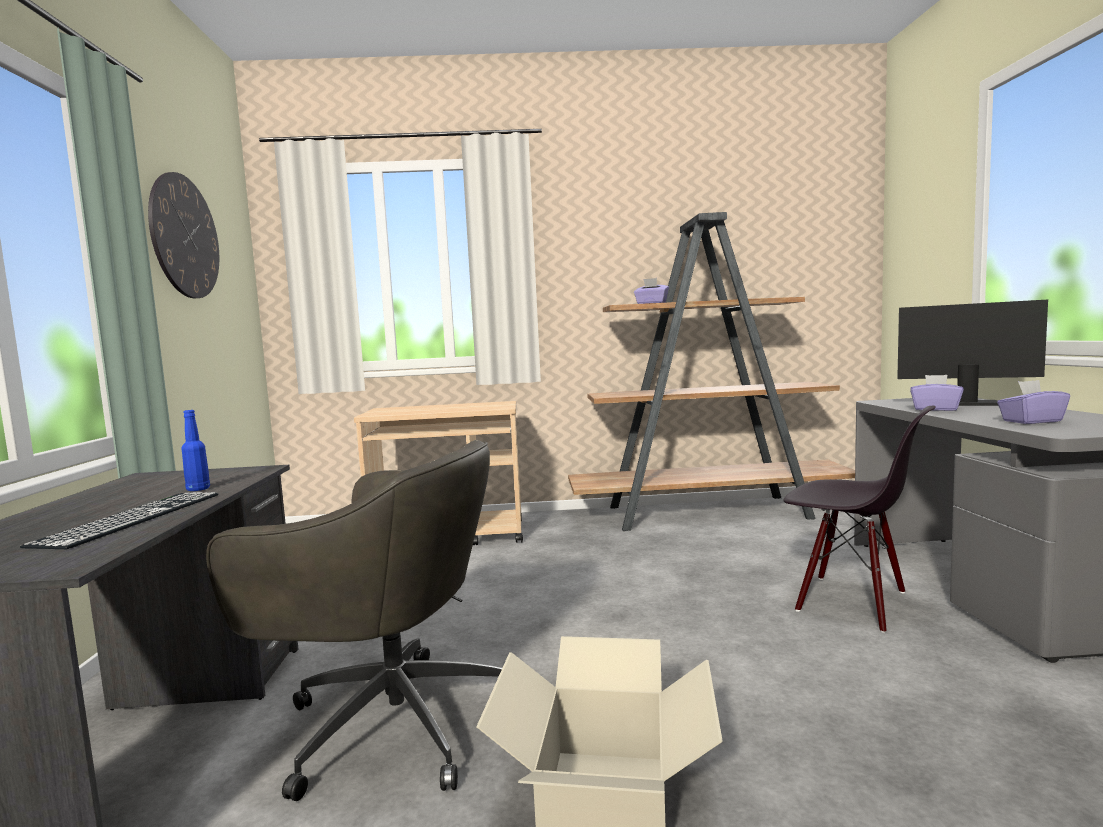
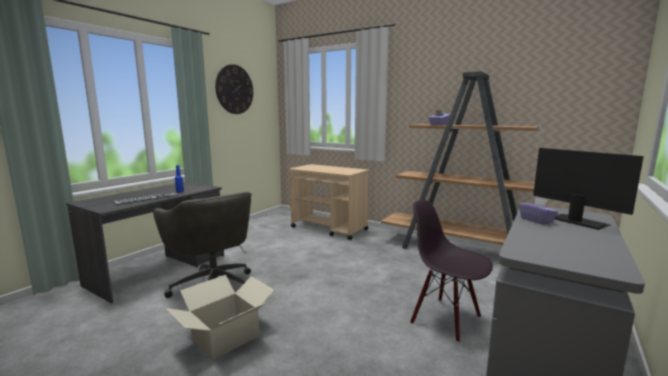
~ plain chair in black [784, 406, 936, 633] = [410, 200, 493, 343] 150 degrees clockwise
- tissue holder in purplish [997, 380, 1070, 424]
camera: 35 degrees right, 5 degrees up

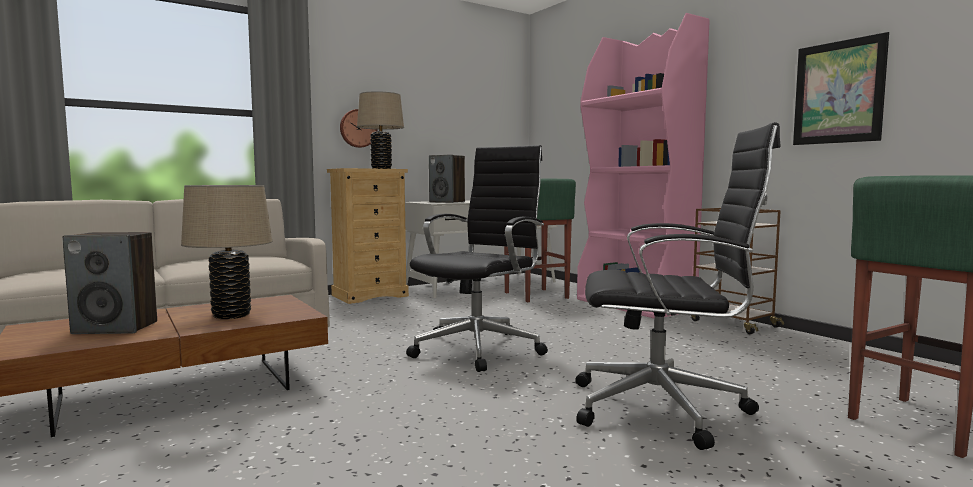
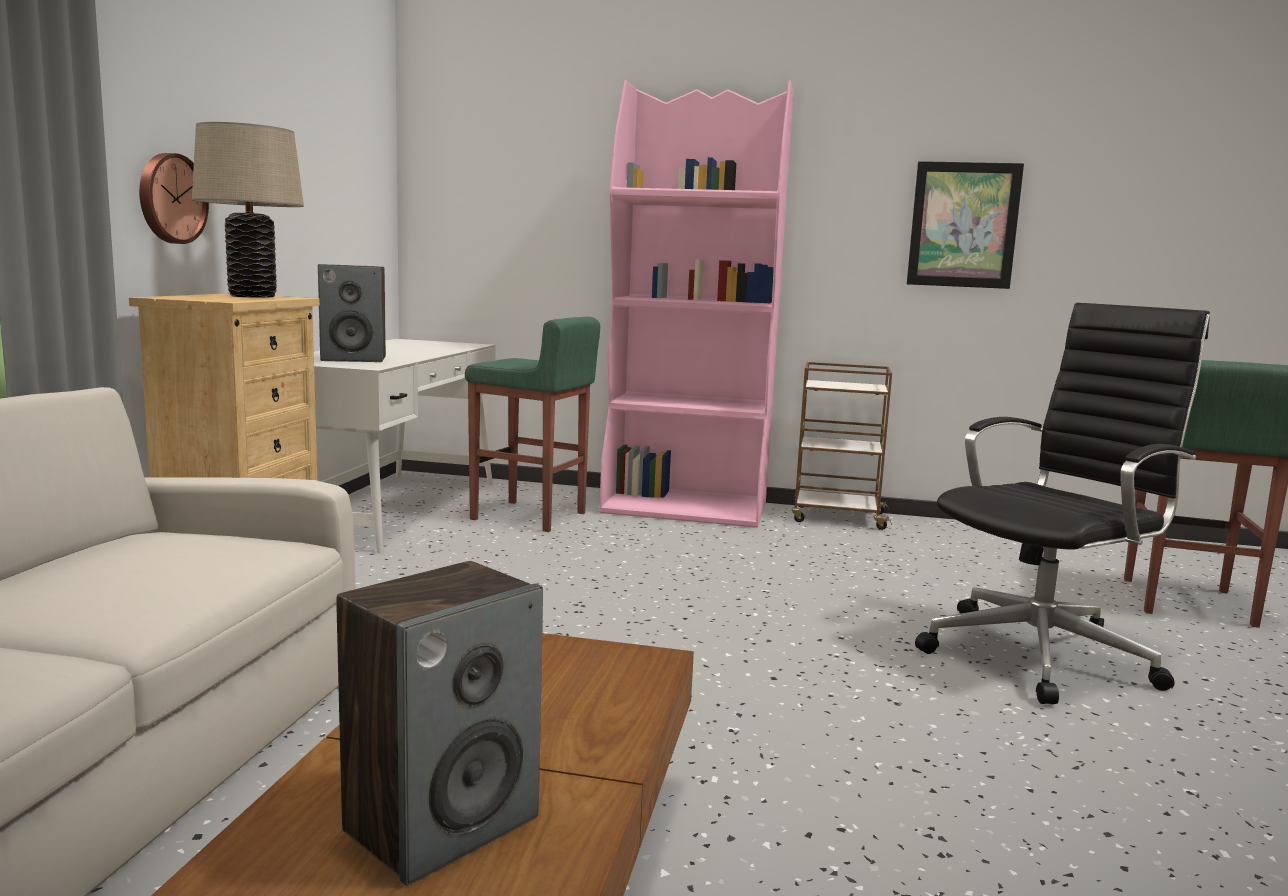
- table lamp in sand-coloured [181, 185, 272, 319]
- computer chair in black [406, 145, 548, 372]
camera: 45 degrees left, 5 degrees up

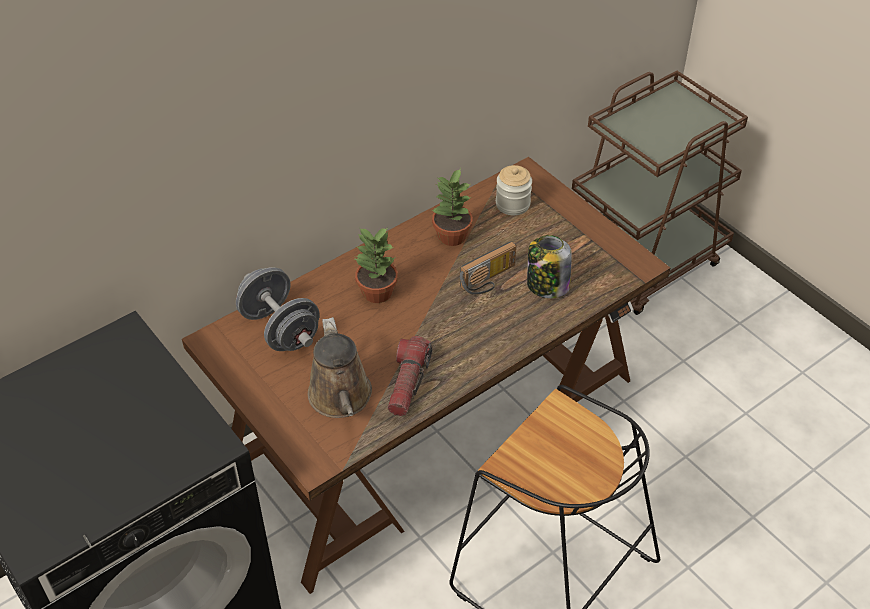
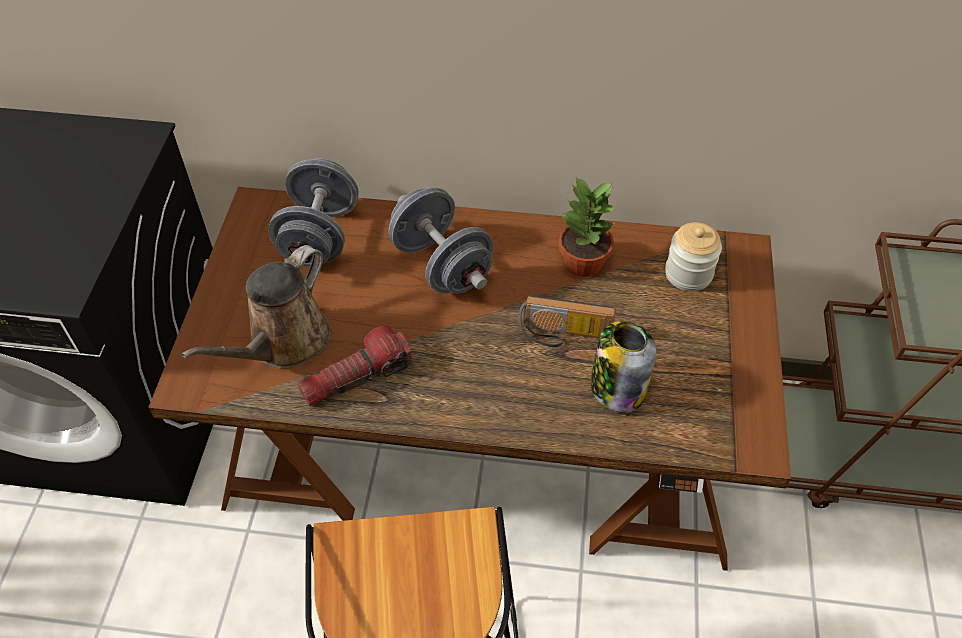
~ plant in a pot [354, 228, 398, 303] to hand weight in greyish [389, 188, 493, 293]
camera: 45 degrees right, 5 degrees up

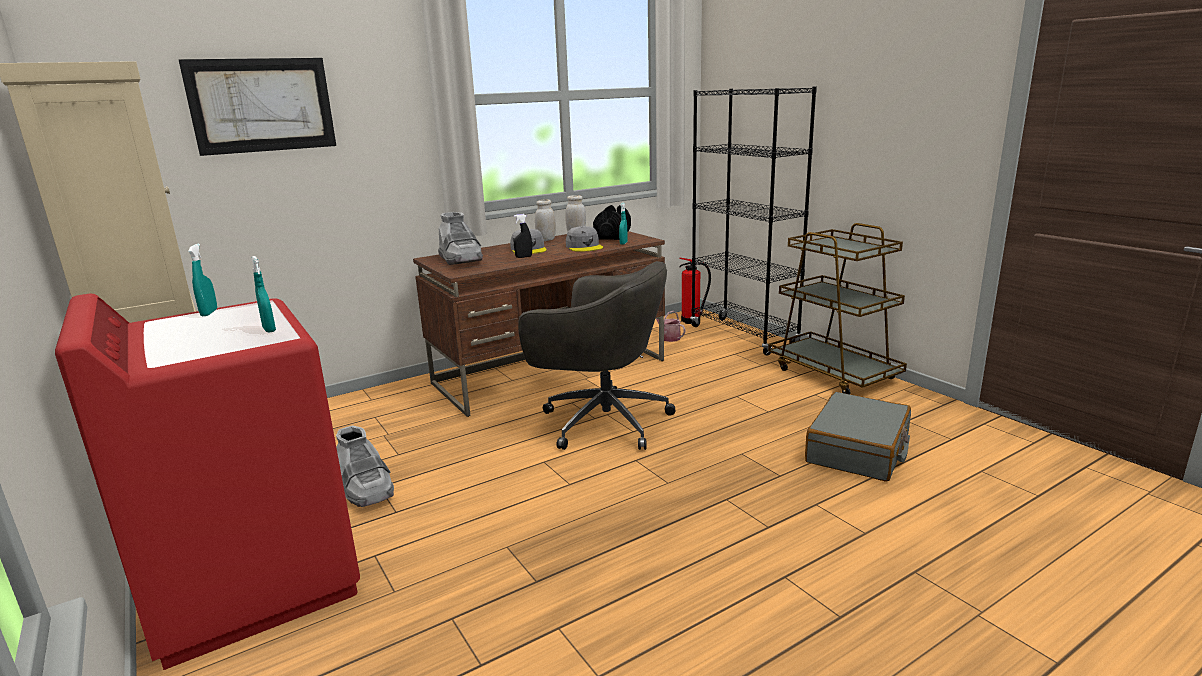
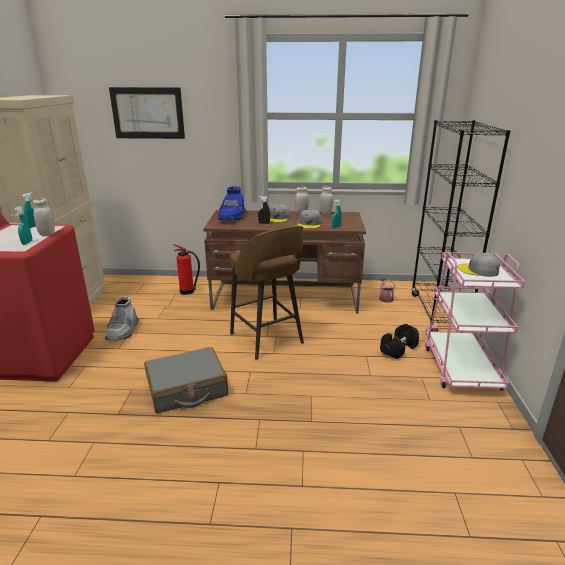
~ boot in greyish [438, 212, 483, 265] to boot in blue [218, 186, 245, 221]
~ computer chair in greyish [518, 261, 676, 450] to sitting stool in brownish [230, 226, 304, 360]
~ hand weight in black [593, 205, 631, 240] to [380, 324, 419, 359]
~ fire-fighting cylinder [679, 258, 711, 324] to [173, 244, 200, 295]
~ trolley in brownish [768, 223, 907, 394] to trolley in pink [425, 252, 525, 390]
~ piece of luggage in greyish [805, 392, 911, 482] to [144, 347, 228, 413]
+ preserve jar in whitish [33, 198, 55, 236]
+ peaked cap in greyish [458, 253, 500, 277]
camera: 35 degrees right, 5 degrees up

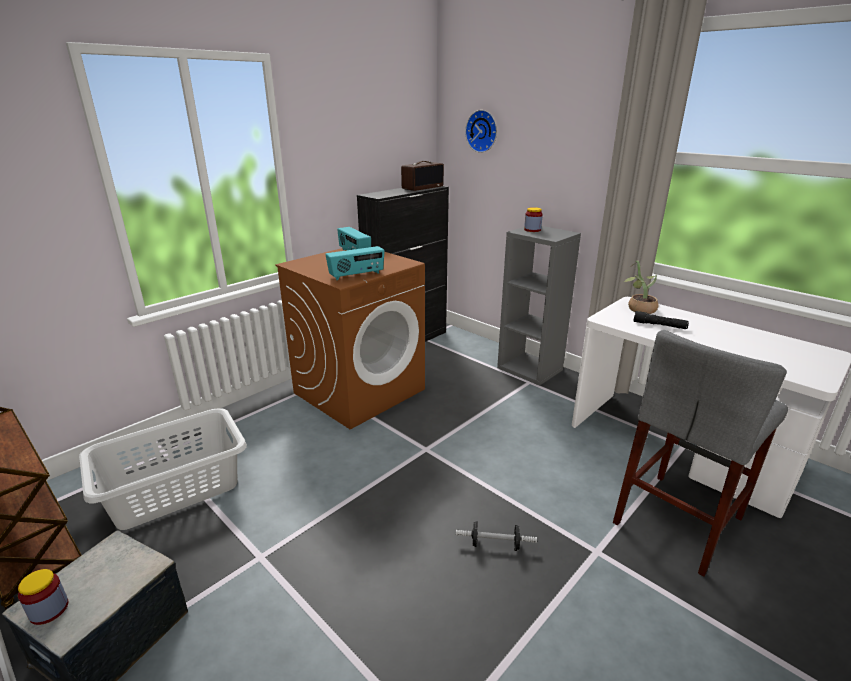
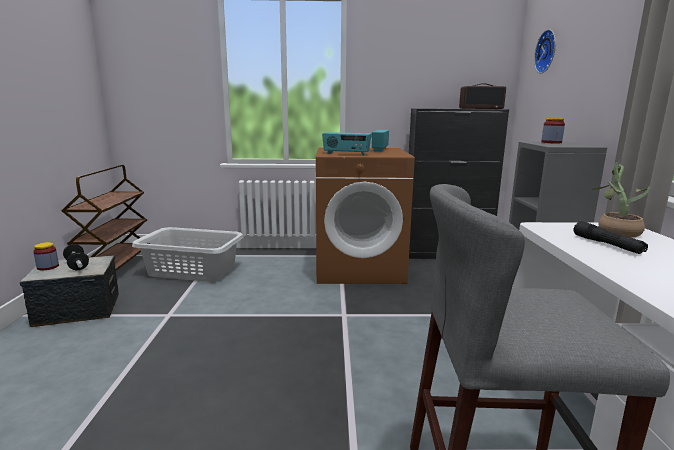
~ hand weight [456, 521, 537, 551] to [63, 244, 89, 270]
camera: 45 degrees right, 10 degrees down

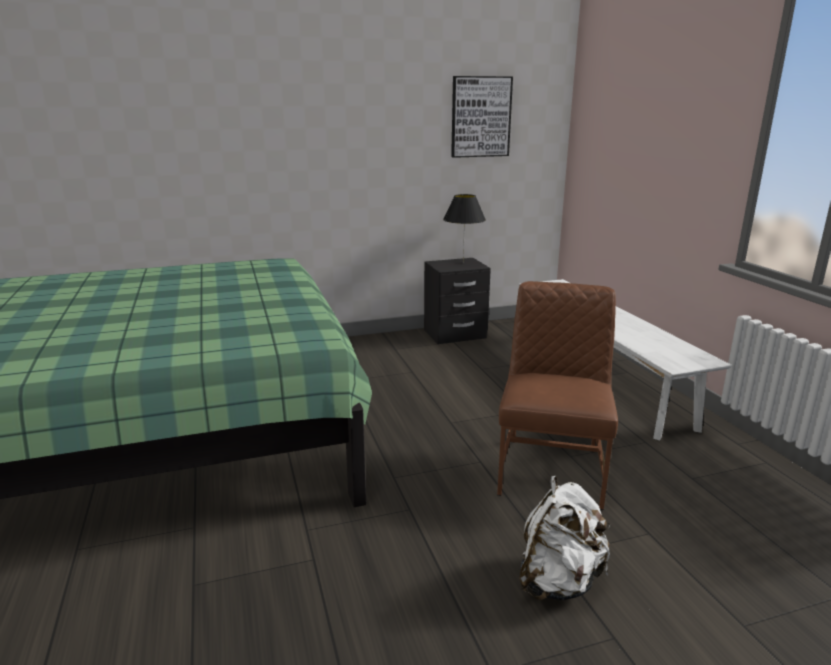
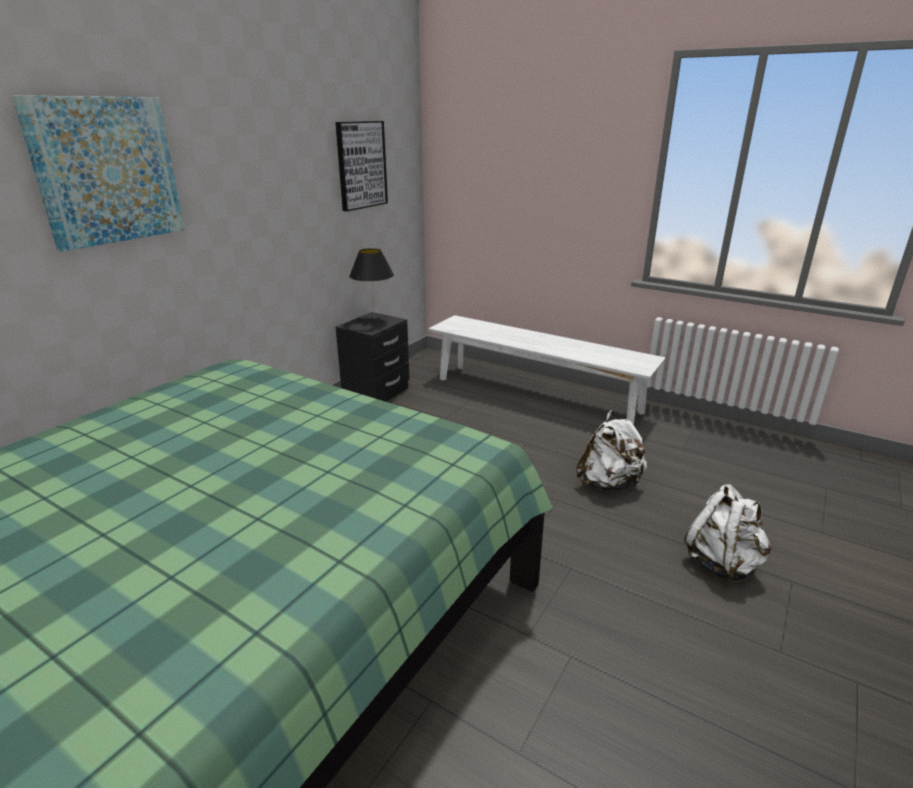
~ plain chair in brownish [497, 281, 618, 510] to knapsack in whitish [576, 410, 647, 491]
+ wall art [12, 95, 185, 252]
camera: 40 degrees left, 5 degrees up

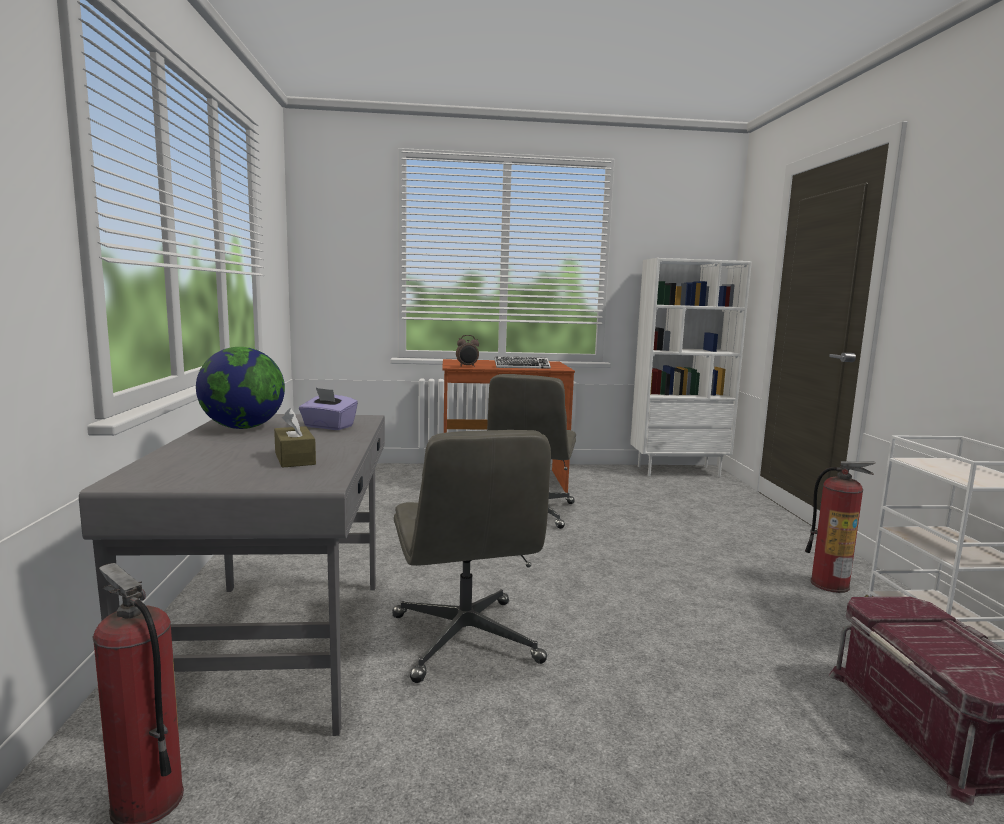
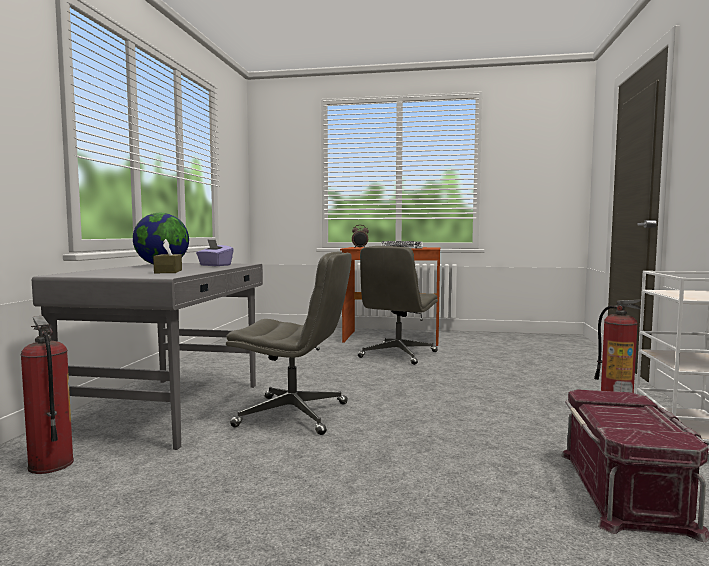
~ computer chair in greyish [392, 430, 551, 683] = [226, 252, 352, 435] 75 degrees counterclockwise
- bookshelf in whitish [630, 258, 752, 477]
camera: 15 degrees right, 5 degrees down

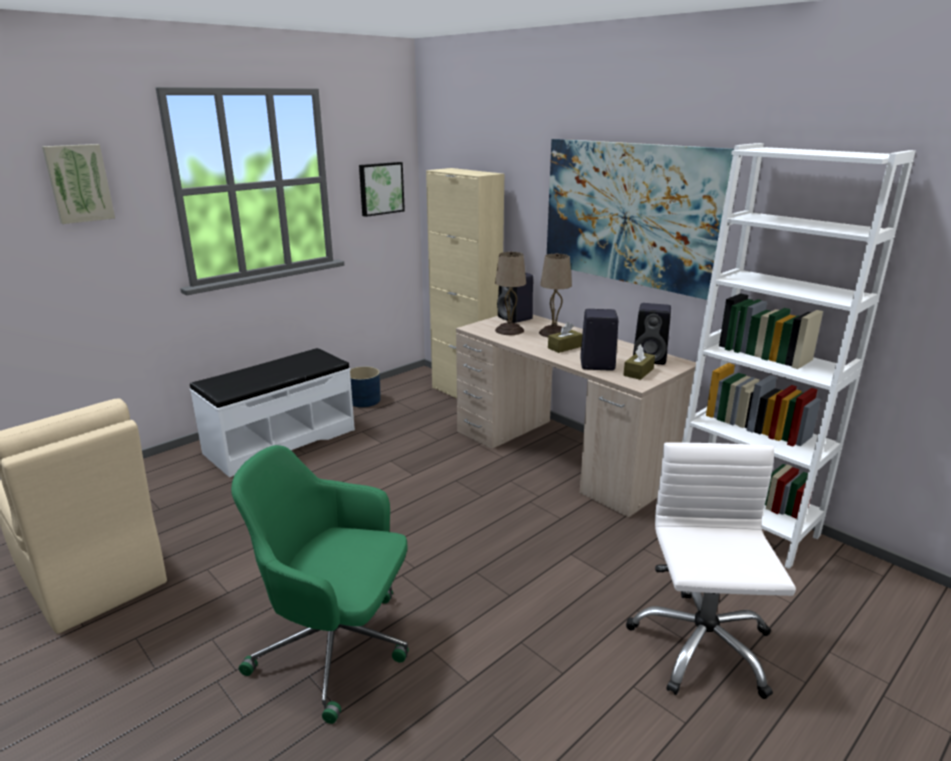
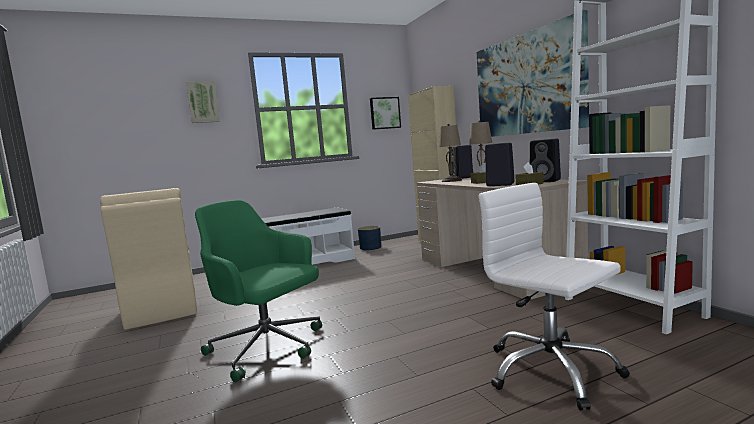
~ computer chair in whitish [626, 442, 796, 699] = [479, 183, 630, 411] 60 degrees counterclockwise
camera: 20 degrees right, 15 degrees down

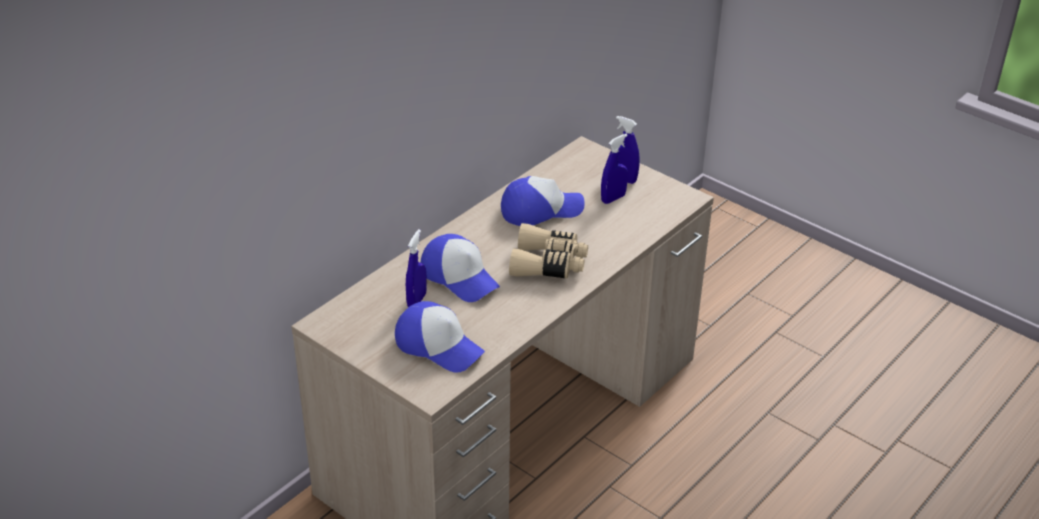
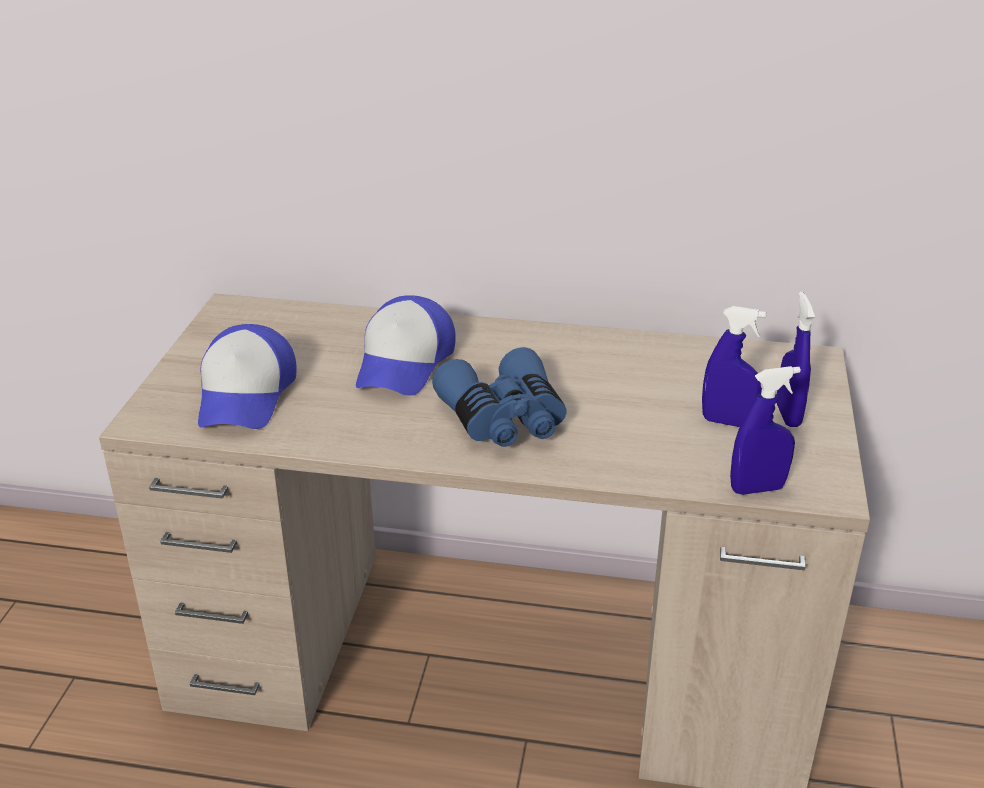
~ sprayer in blue [406, 229, 427, 307] to [730, 366, 801, 495]
- peaked cap [501, 176, 585, 226]
~ pair of binoculars in sand-coloured [509, 223, 588, 279] to pair of binoculars in blue [432, 347, 567, 447]
camera: 60 degrees right, 5 degrees down

